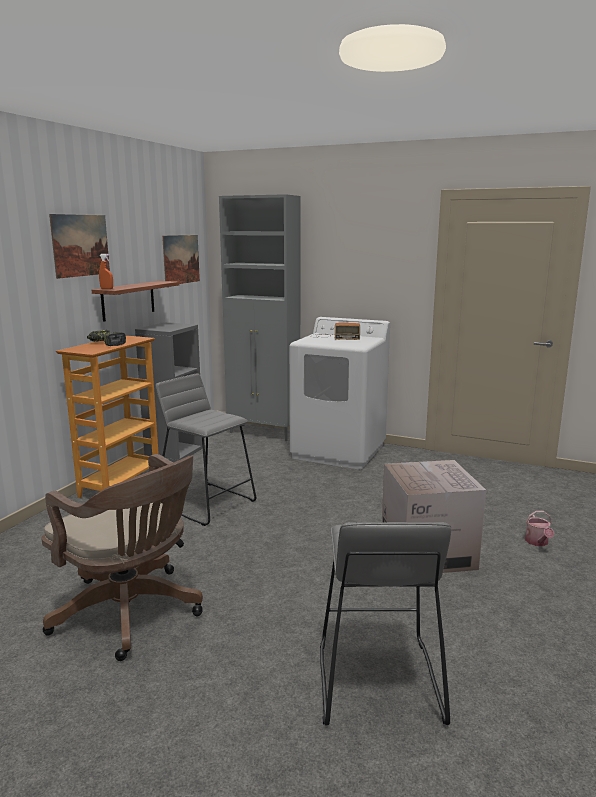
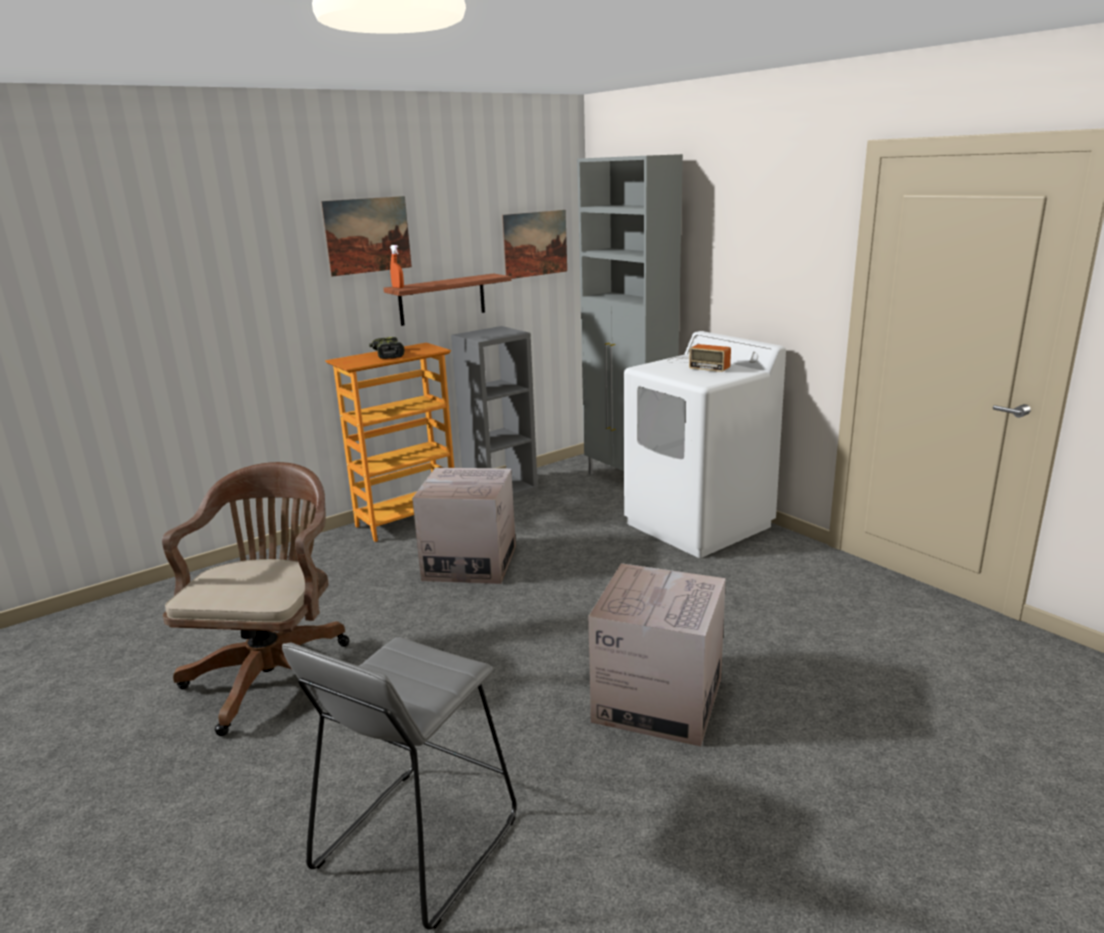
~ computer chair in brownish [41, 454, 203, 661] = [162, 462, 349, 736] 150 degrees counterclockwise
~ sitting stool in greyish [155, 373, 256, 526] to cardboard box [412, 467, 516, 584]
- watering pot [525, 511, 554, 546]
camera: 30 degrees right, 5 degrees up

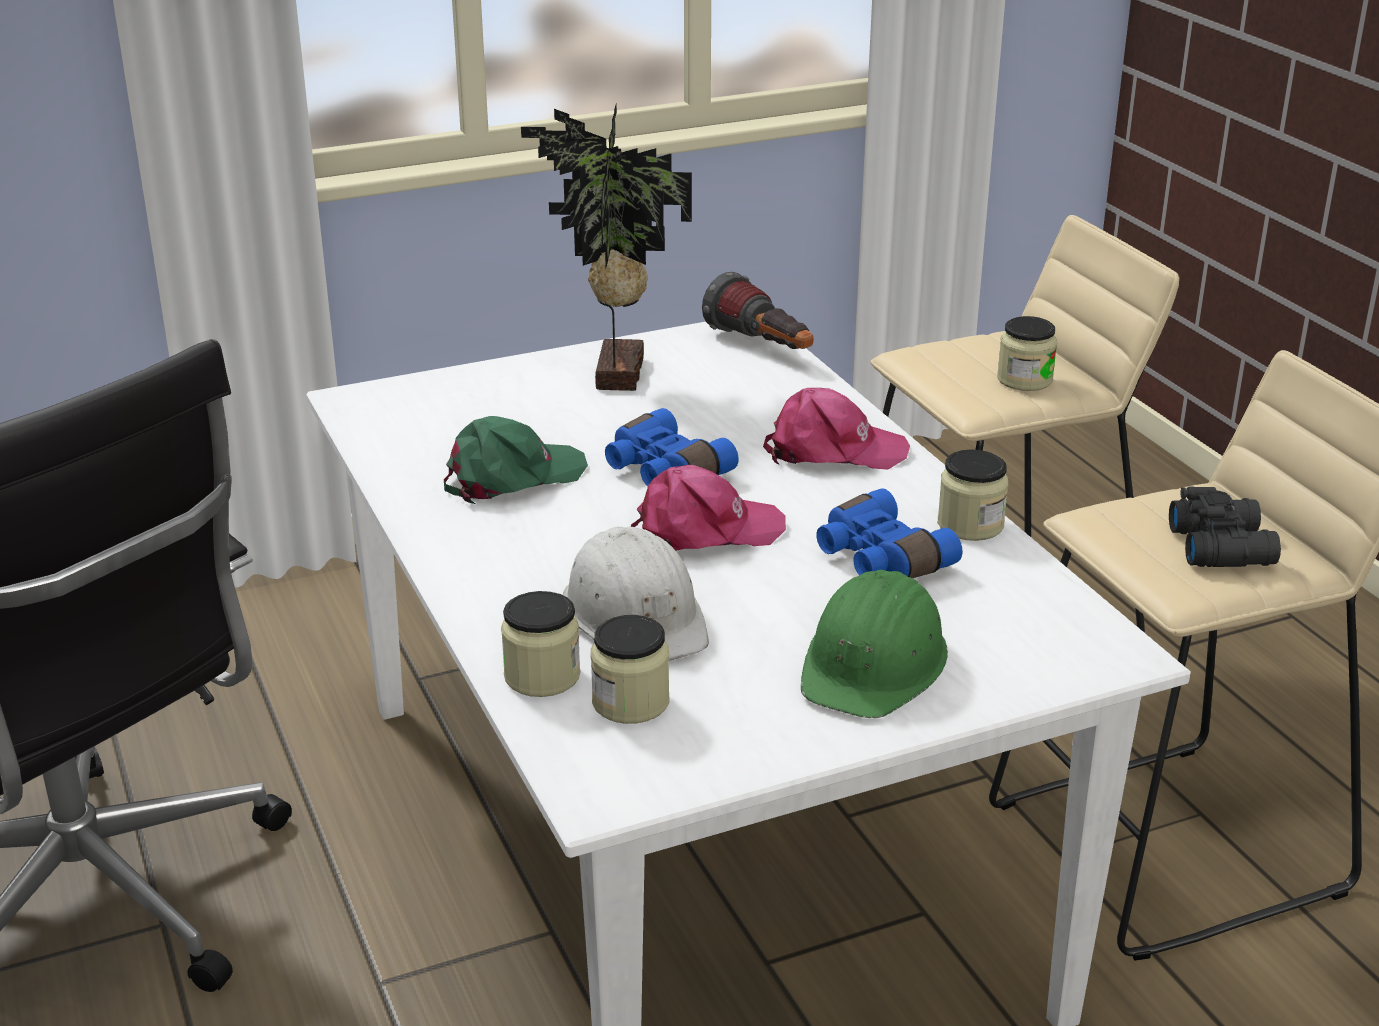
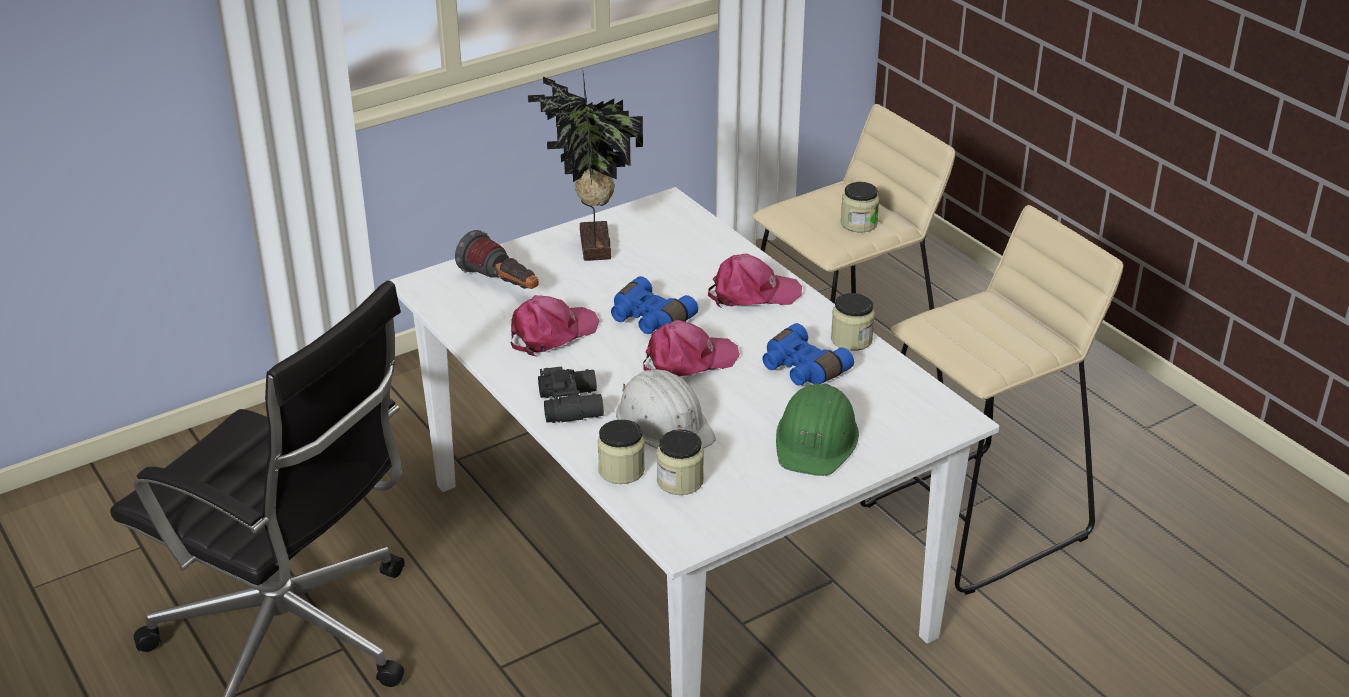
~ peaked cap in green [444, 416, 588, 504] to peaked cap in pink [511, 295, 600, 356]
~ hand torch [702, 272, 813, 349] to [455, 230, 539, 289]
~ pair of binoculars in black [1169, 487, 1281, 567] to [538, 367, 604, 423]
camera: 10 degrees left, 5 degrees up

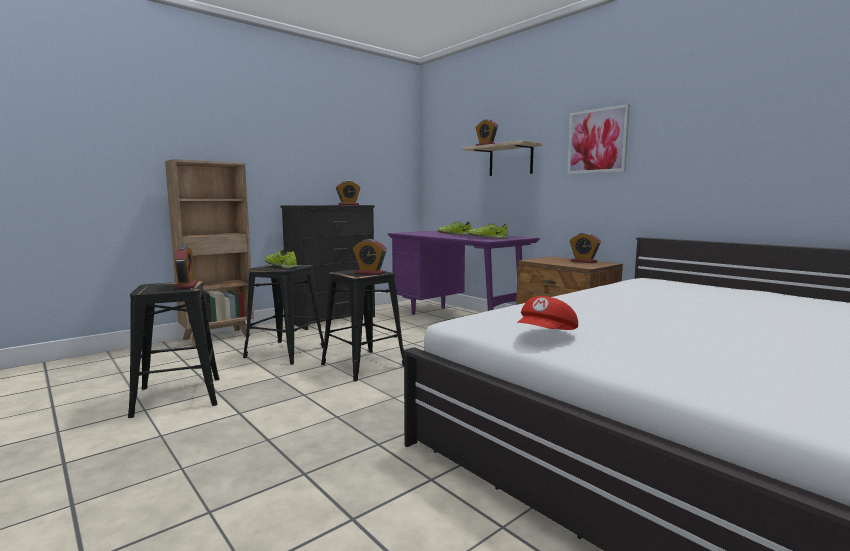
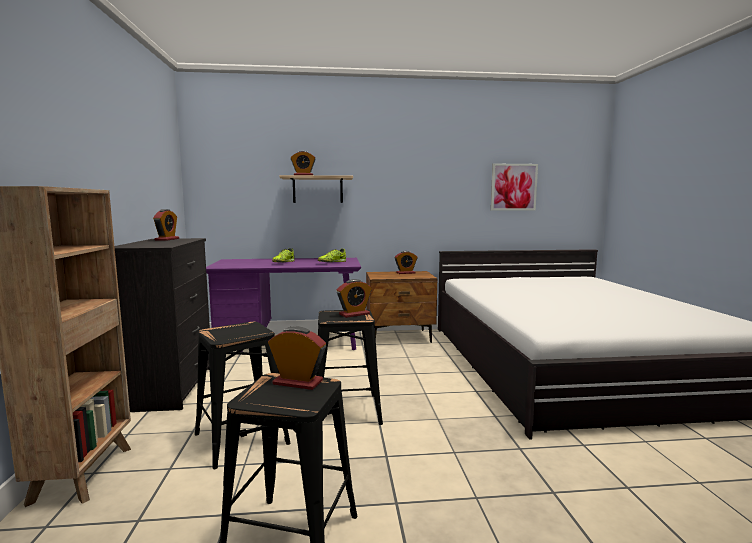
- low shoe [265, 250, 298, 269]
- peaked cap in reddish [517, 296, 578, 330]
~ wall art [567, 104, 630, 174] to [491, 164, 538, 211]
camera: 55 degrees left, 0 degrees up

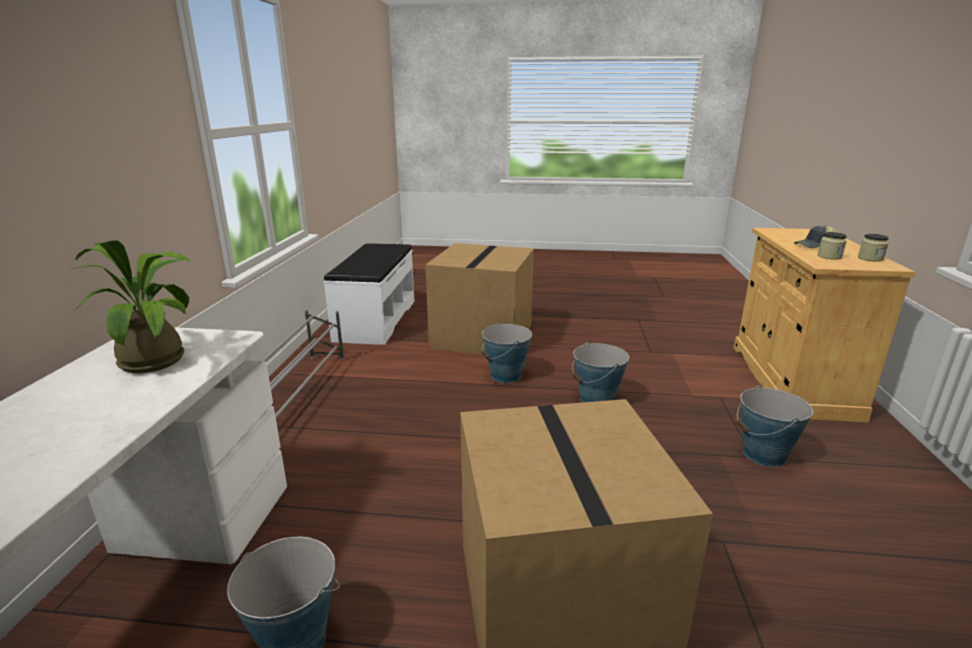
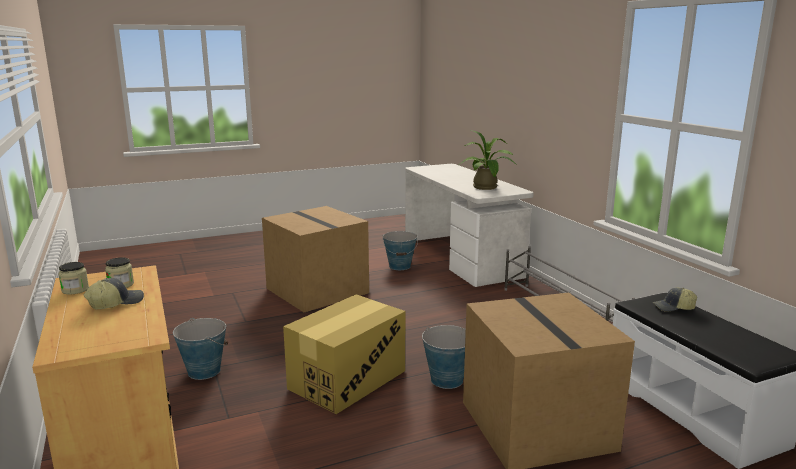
~ pail [572, 342, 629, 403] to cardboard box [283, 294, 405, 414]
+ peaked cap [652, 288, 697, 312]
camera: 150 degrees right, 5 degrees down

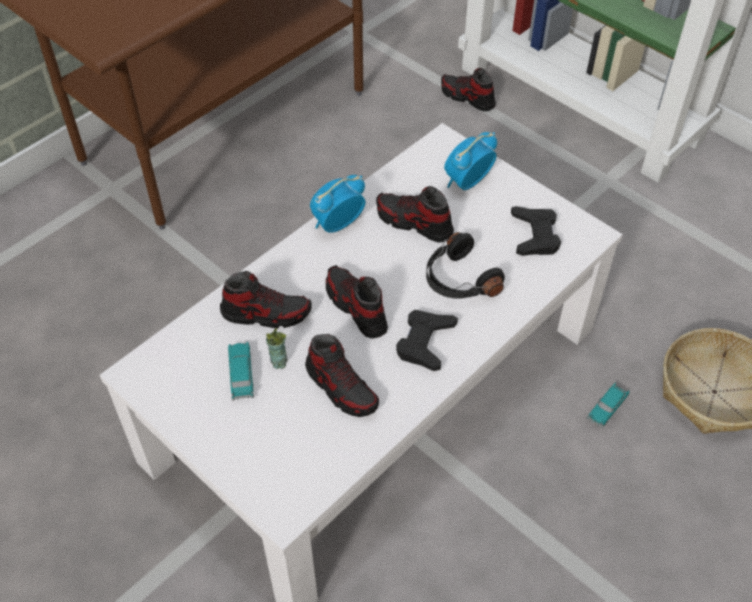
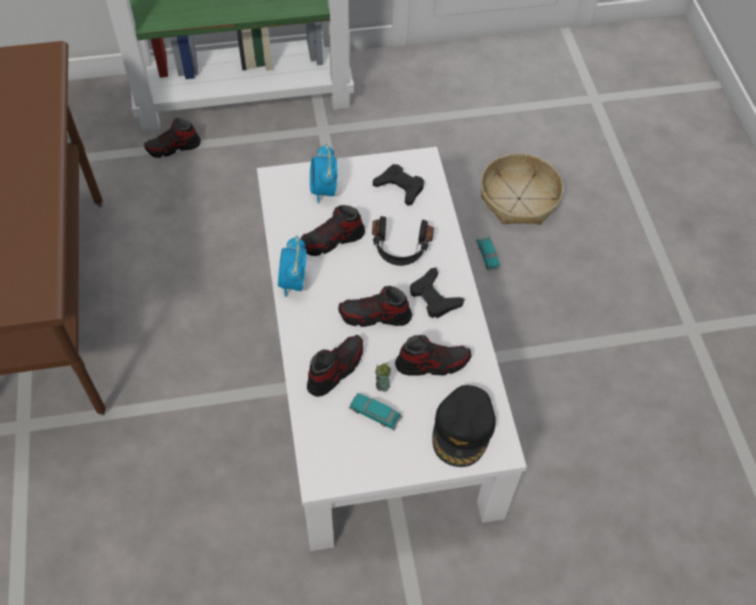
+ peaked cap in black [432, 385, 496, 467]
camera: 55 degrees left, 5 degrees up

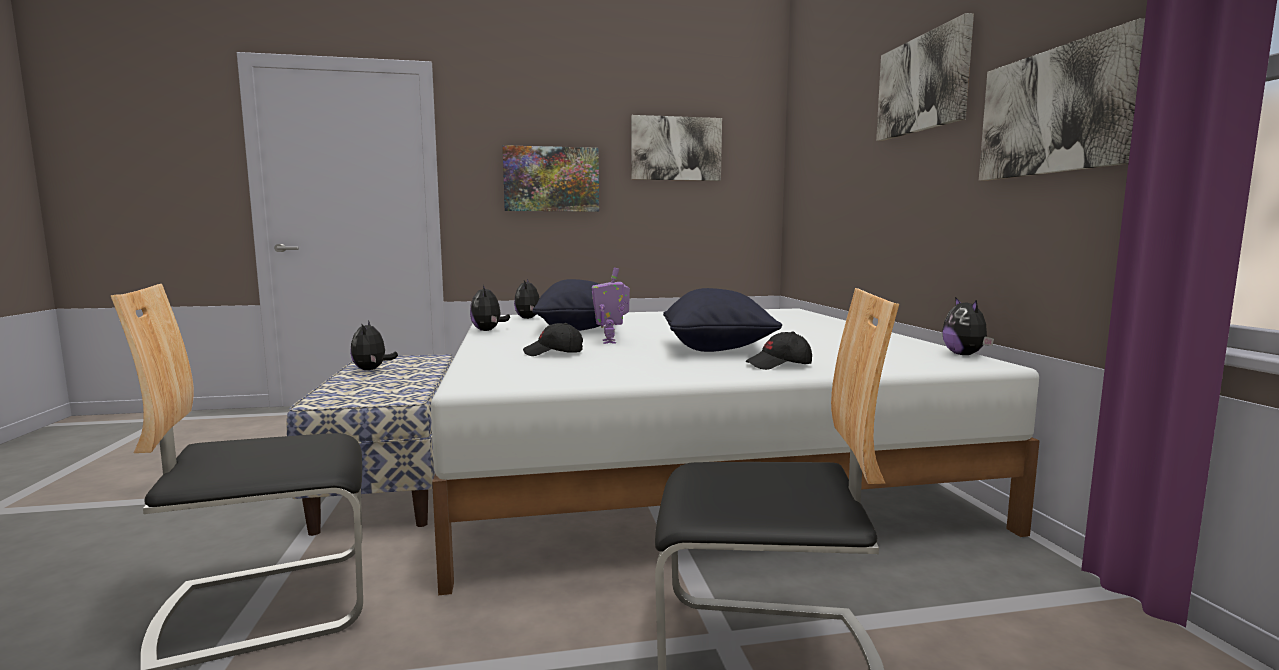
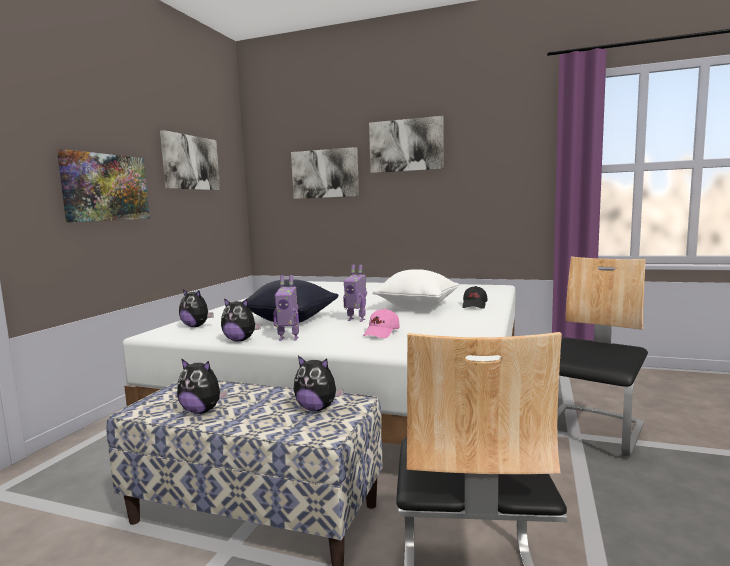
~ peaked cap in black [523, 323, 583, 356] to peaked cap in pink [363, 309, 399, 338]
~ pillow in black [663, 288, 782, 352] to pillow in whitish [372, 269, 459, 310]
~ cuddly toy [942, 297, 994, 355] to [293, 356, 344, 411]
~ wall art [979, 18, 1145, 181] to [291, 147, 359, 199]
+ toy robot [273, 275, 299, 341]
camera: 60 degrees left, 0 degrees up

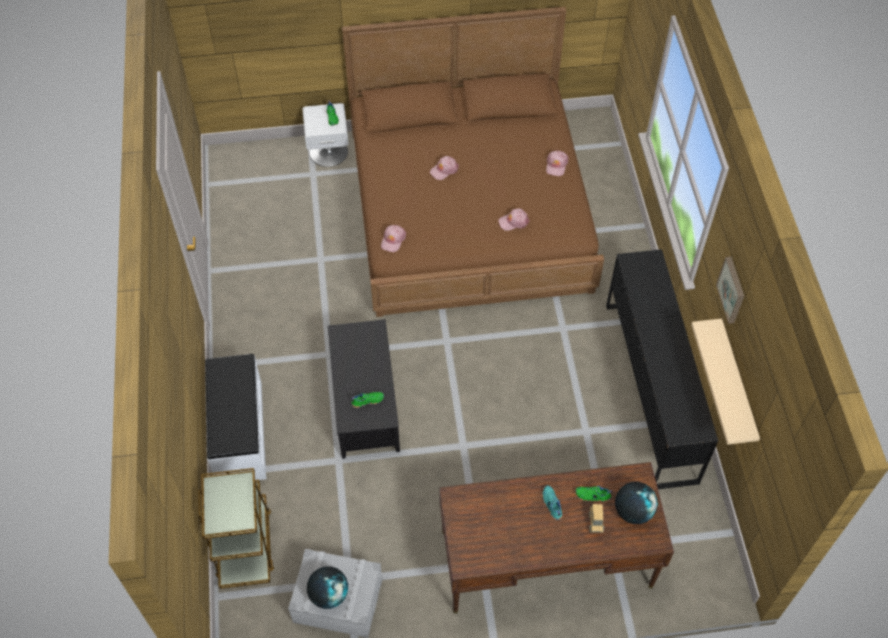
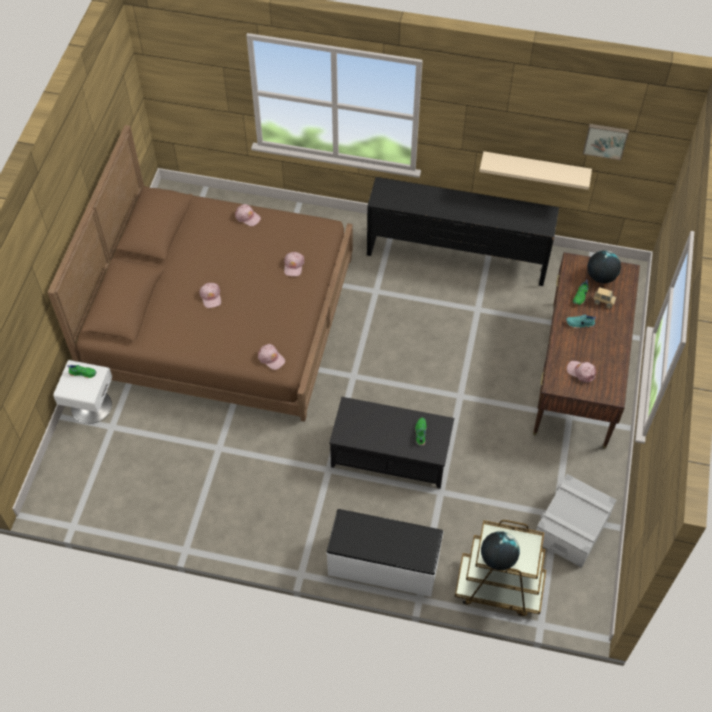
~ desk globe [307, 566, 348, 609] to [481, 531, 520, 570]
~ wall art [716, 257, 744, 324] to [583, 124, 629, 160]
+ peaked cap in pink [567, 361, 596, 383]
camera: 70 degrees left, 0 degrees up

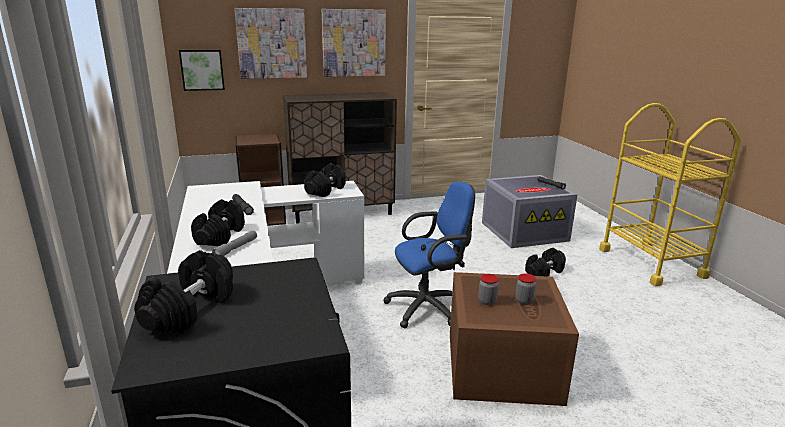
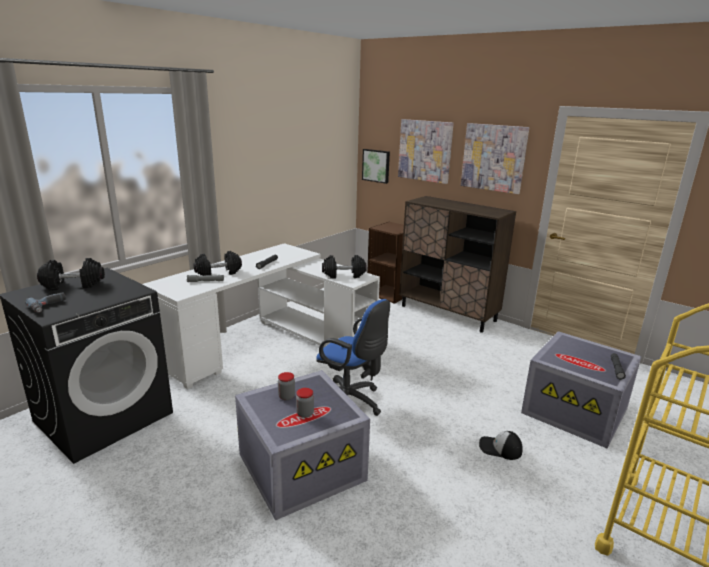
~ storage container in brownish [450, 272, 579, 406] to storage container in greyish [235, 370, 370, 520]
~ hand weight in black [525, 248, 566, 277] to peaked cap [479, 431, 523, 460]
+ power drill [25, 293, 66, 313]
camera: 55 degrees right, 0 degrees up

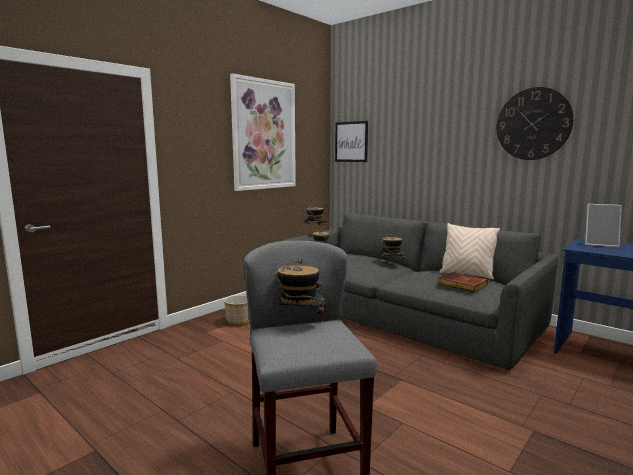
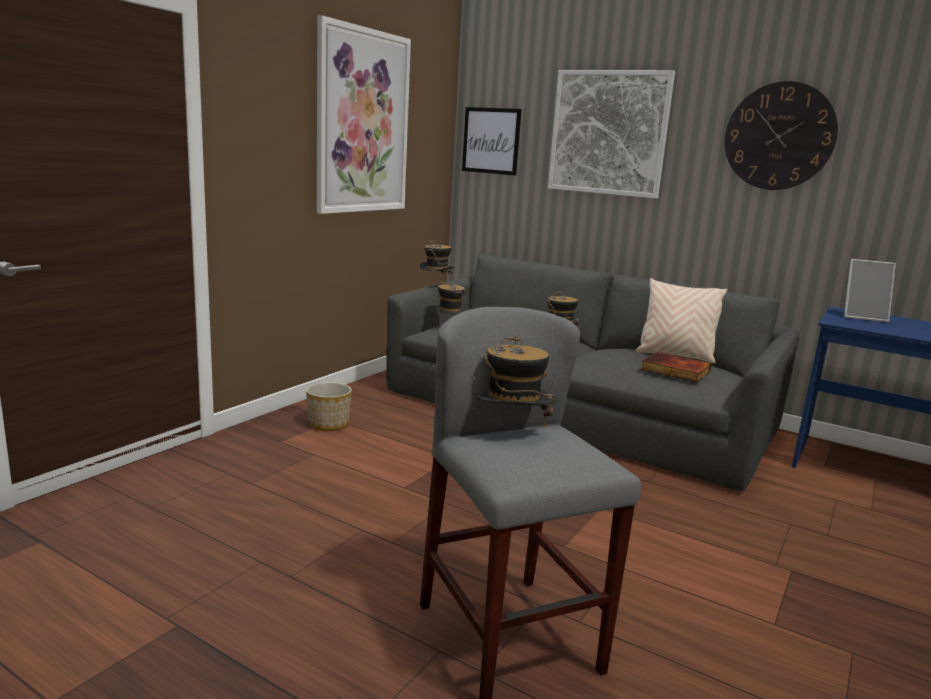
+ wall art [548, 70, 675, 199]
camera: 10 degrees left, 5 degrees up

